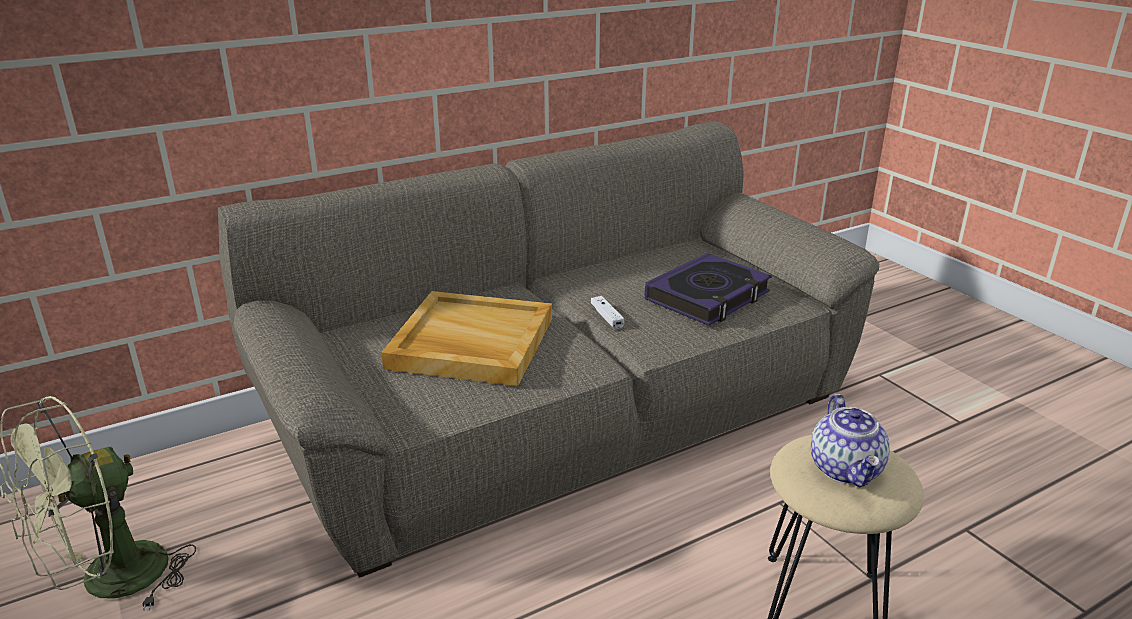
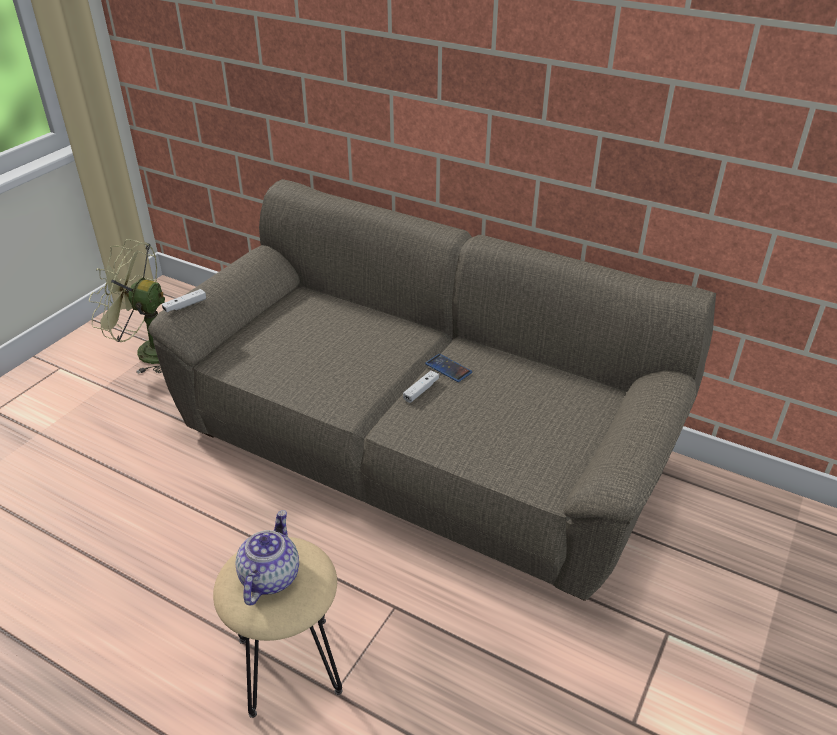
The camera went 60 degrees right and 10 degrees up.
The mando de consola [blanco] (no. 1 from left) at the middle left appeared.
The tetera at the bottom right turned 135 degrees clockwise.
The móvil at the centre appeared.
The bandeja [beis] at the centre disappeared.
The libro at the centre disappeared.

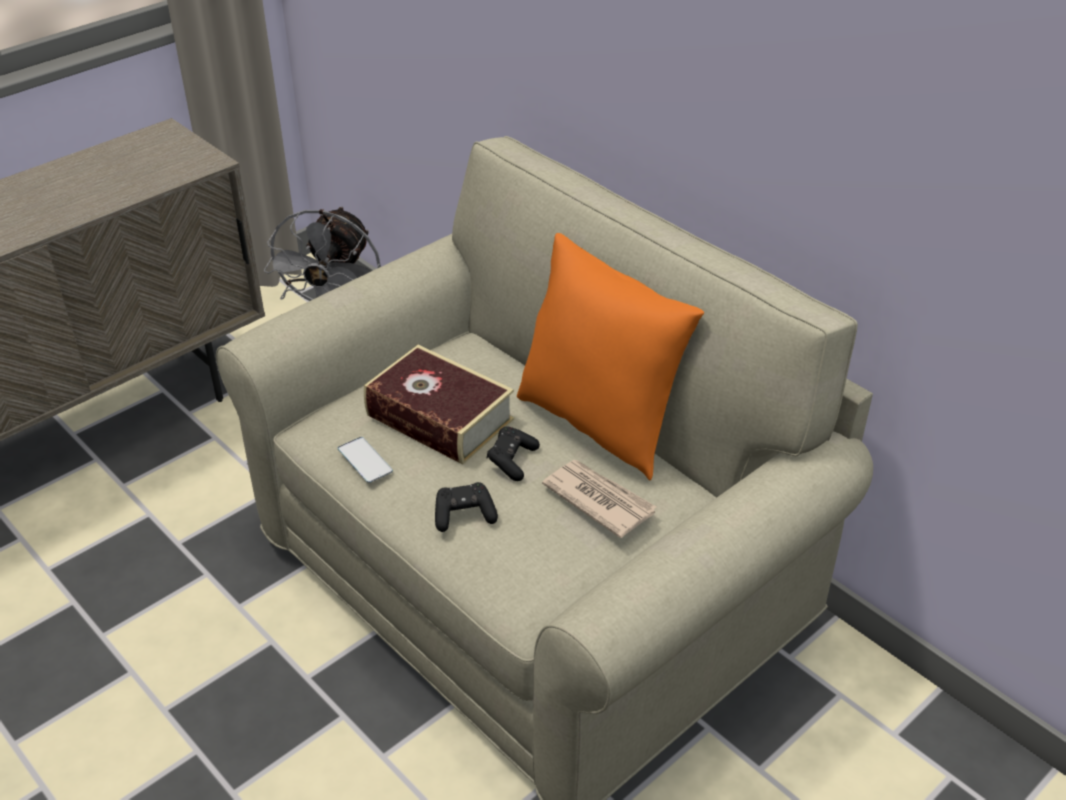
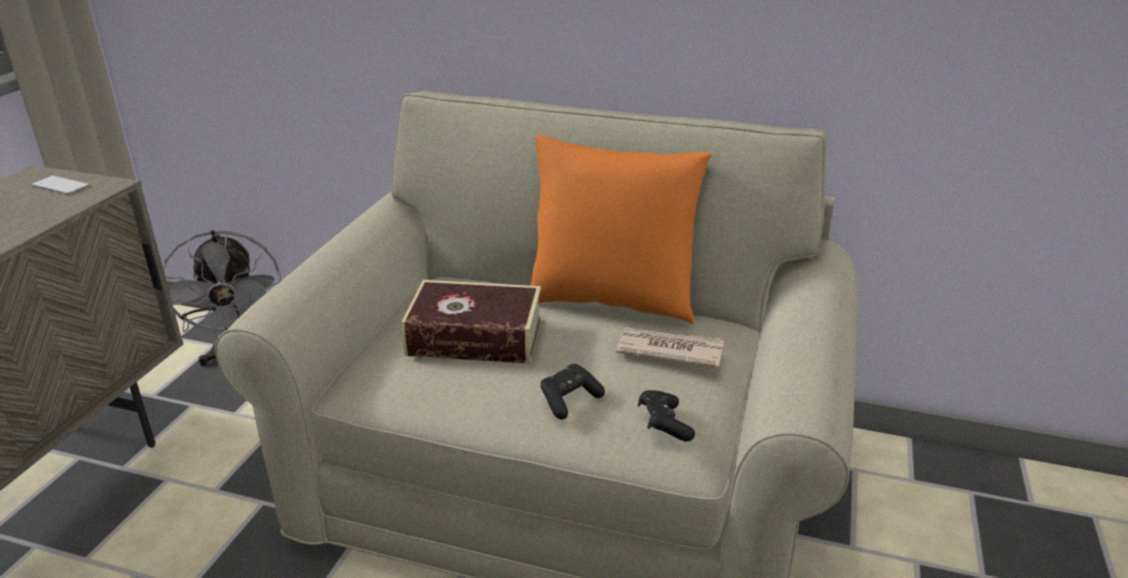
The camera went 30 degrees left and 10 degrees down.
The móvil moved from the centre to the top left.
The mando de consola [negro] (no. 2 from left) moved from the centre to the bottom centre.

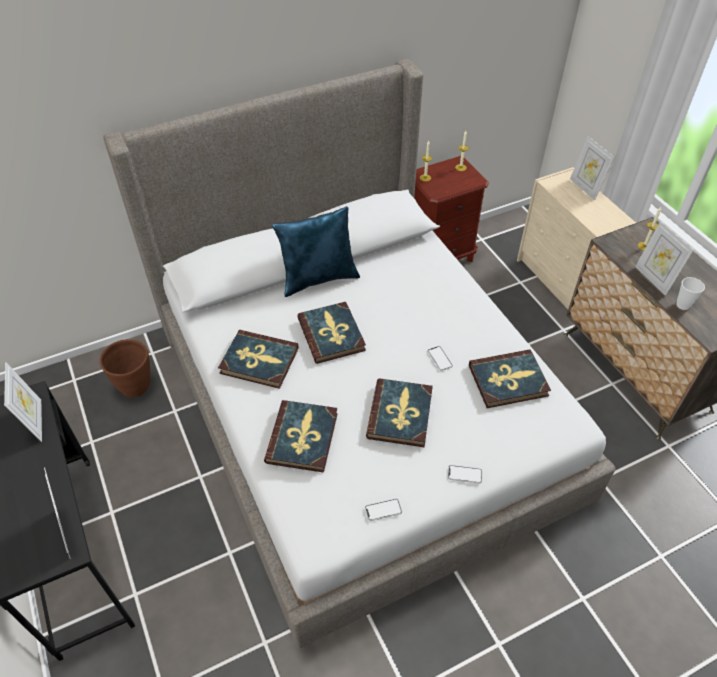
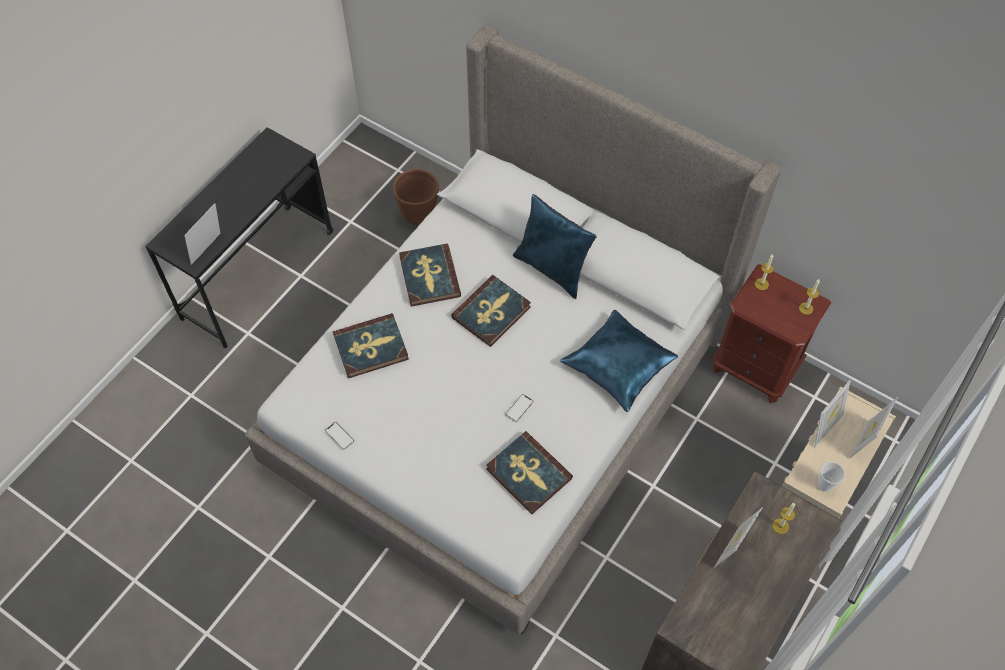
The camera went 60 degrees right and 10 degrees up.
The cojín [azul] (no. 2 from left) at the centre appeared.
The portarretratos (no. 1 from left in the first image) moved from the middle left to the middle right.
The taza moved from the middle right to the bottom right.
The libro (no. 4 from left) at the centre disappeared.
The móvil (no. 3 from left) at the bottom centre disappeared.

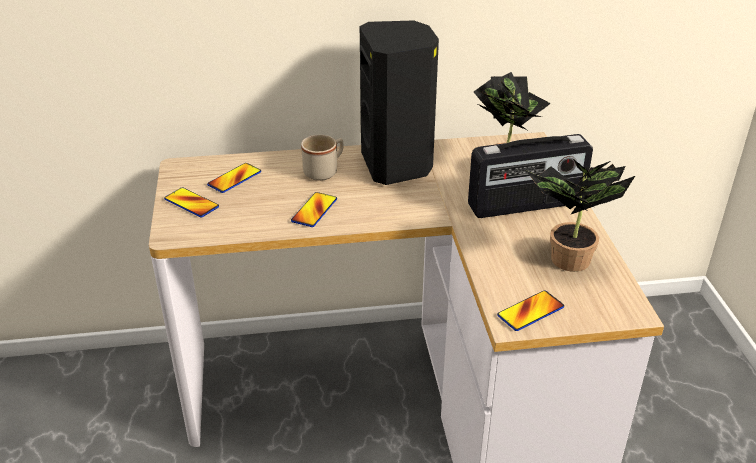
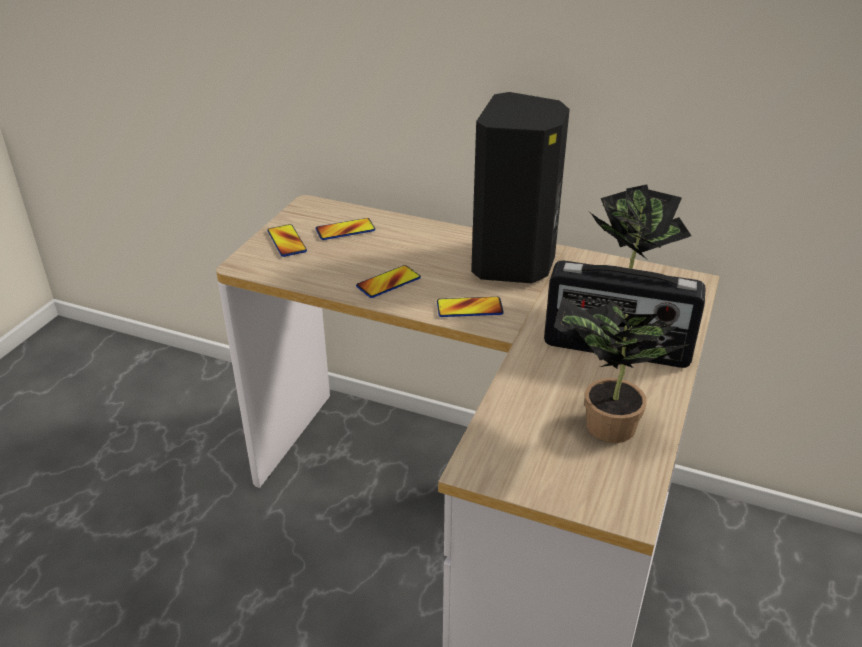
The camera went 30 degrees right and 0 degrees up.
The móvil (no. 4 from left) moved from the bottom right to the centre.
The taza grande [beis] at the centre disappeared.

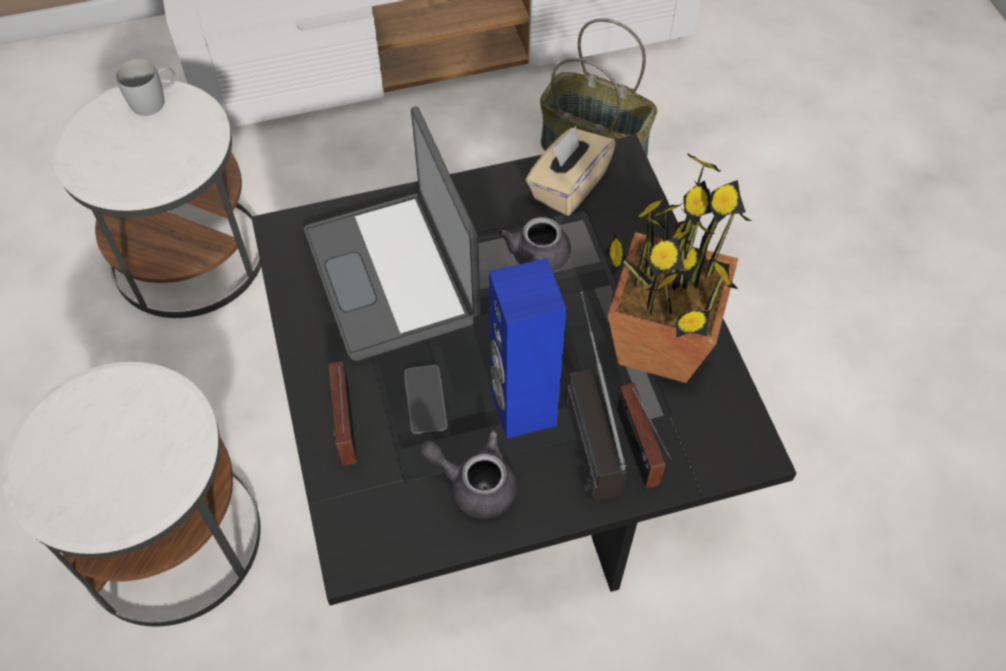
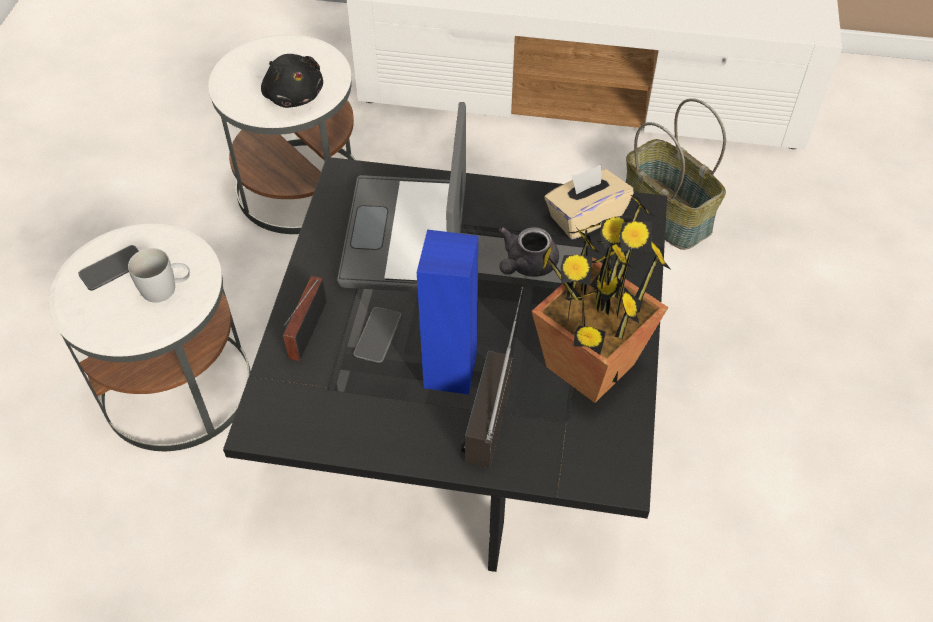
The camera went 25 degrees right and 5 degrees down.
The móvil (no. 1 from left) at the middle left appeared.
The taza grande [blanco] moved from the top left to the middle left.
The peluche [negro] at the top left appeared.
The tetera [gris] (no. 1 from left) at the bottom centre disappeared.
The radio (no. 3 from left) at the centre disappeared.

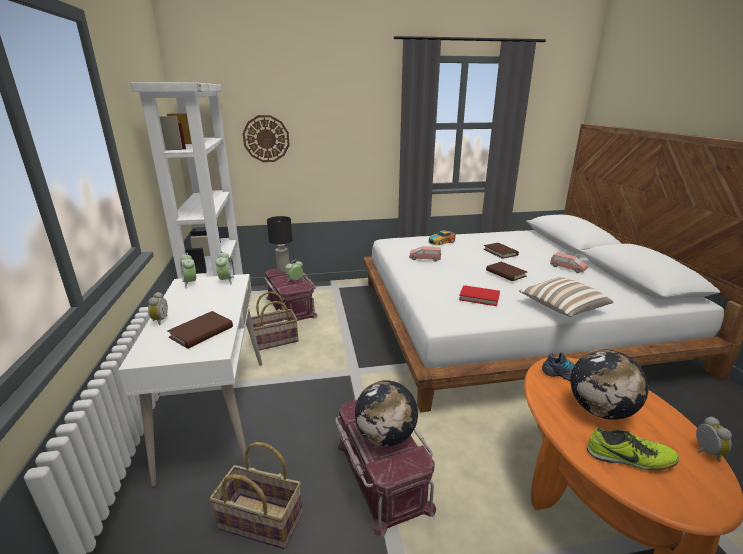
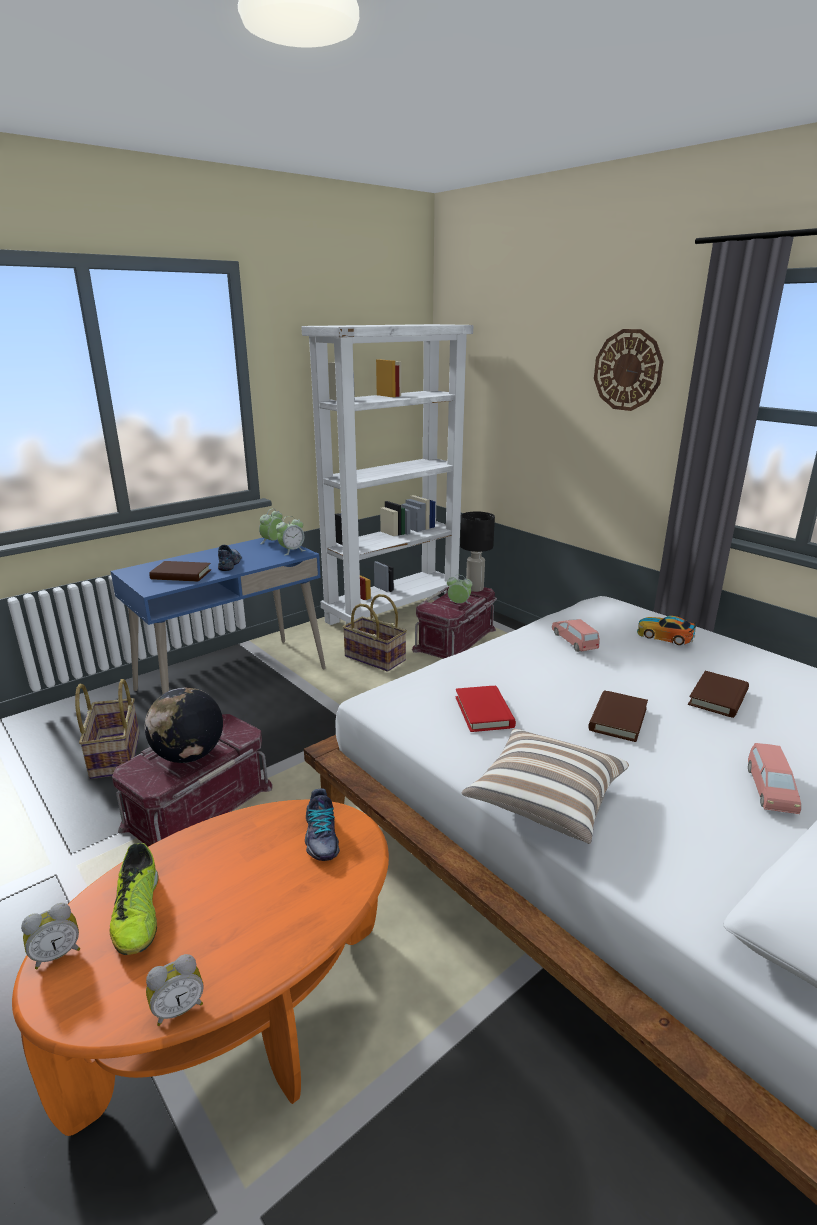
The camera went 60 degrees right and 0 degrees up.
The despertador (no. 1 from left) moved from the middle left to the bottom left.
The escritorio [blanco] at the bottom left became the escritorio [azul] at the middle left.
The zapato (no. 2 from left) at the middle left appeared.
The reloj de pared moved from the top centre to the top right.
The globo terráqueo (no. 2 from left) at the bottom right disappeared.

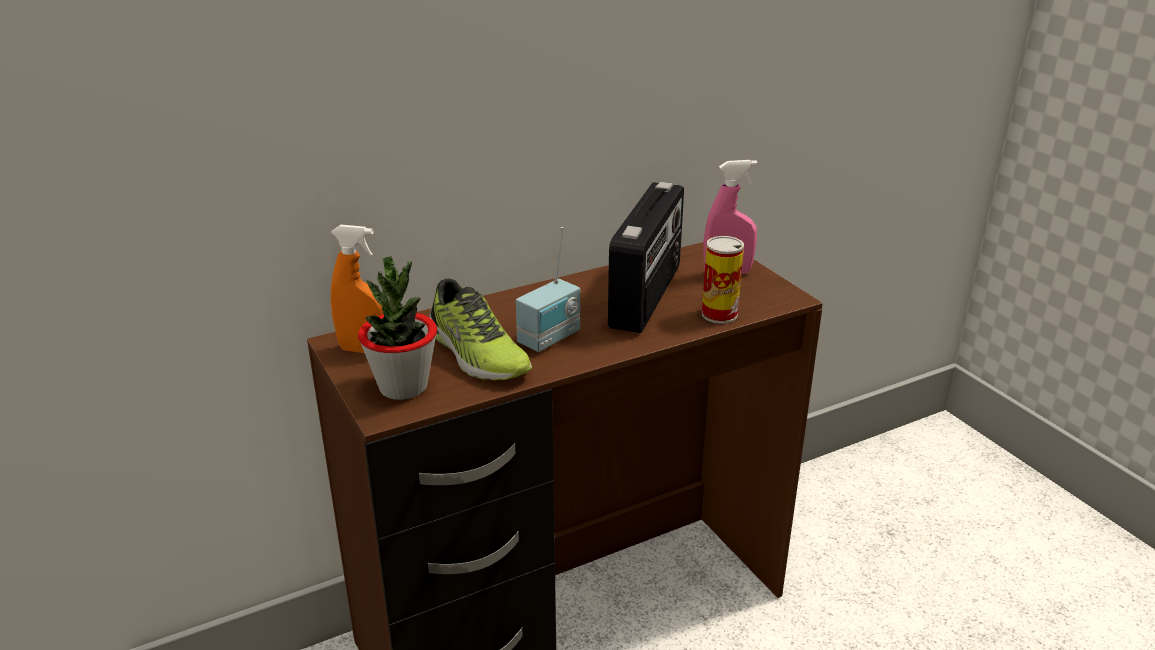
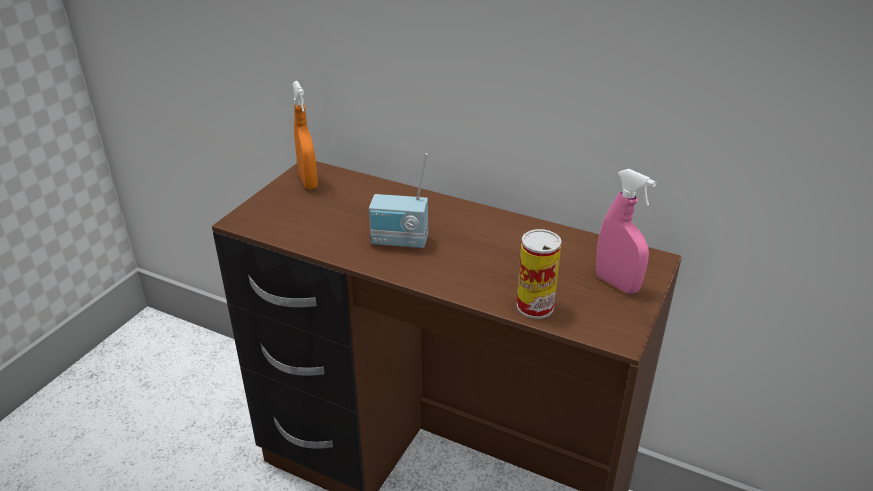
The camera went 55 degrees right and 5 degrees up.
The planta en maceta at the centre disappeared.
The zapato at the centre disappeared.
The radio (no. 2 from left) at the centre disappeared.

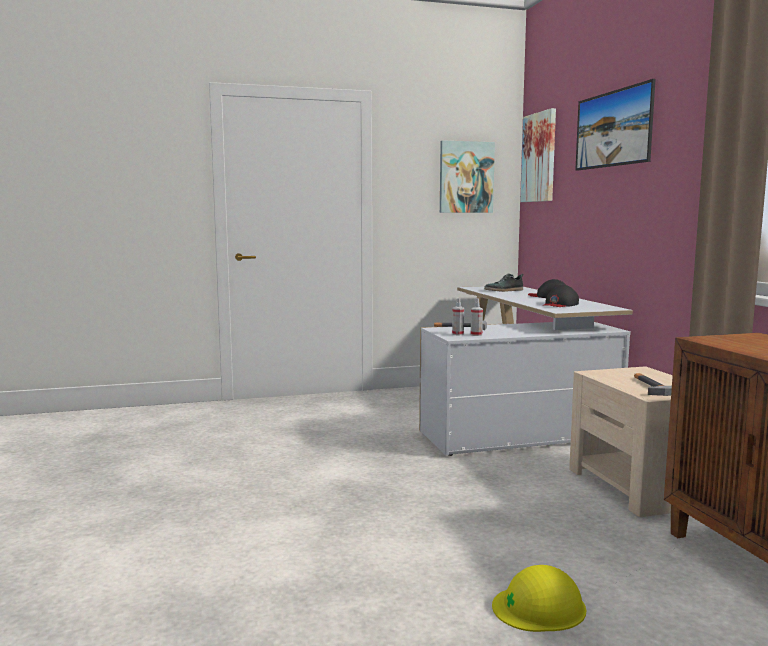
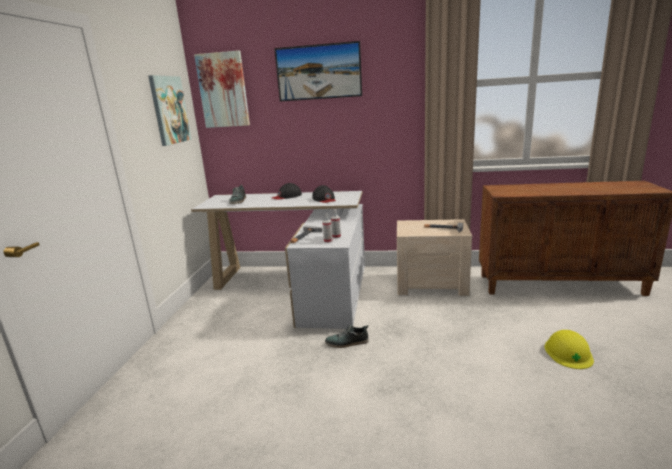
The camera went 65 degrees left and 10 degrees up.
The zapato (no. 2 from left) at the bottom centre appeared.

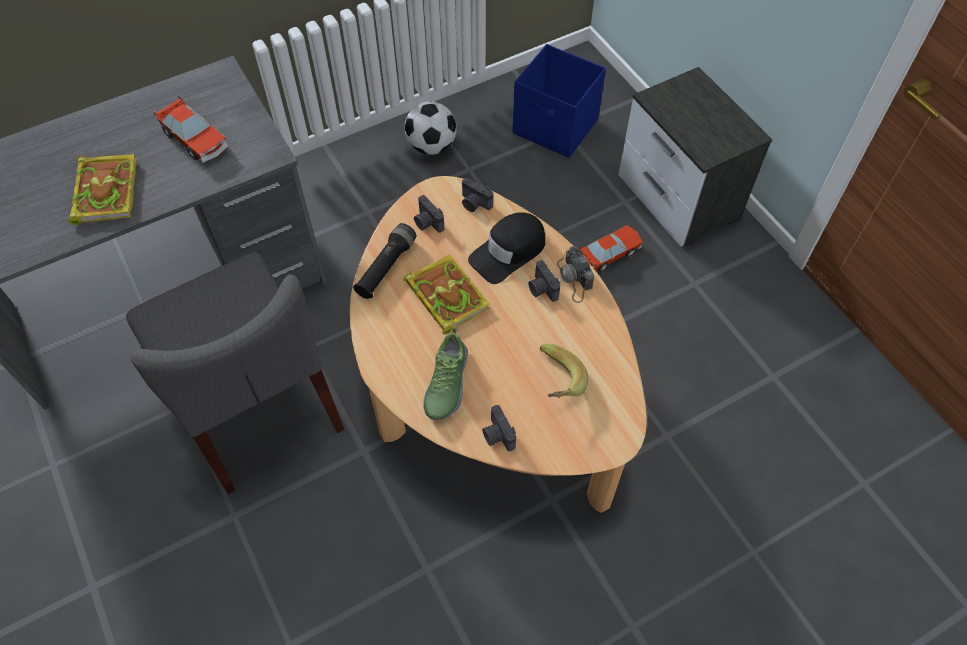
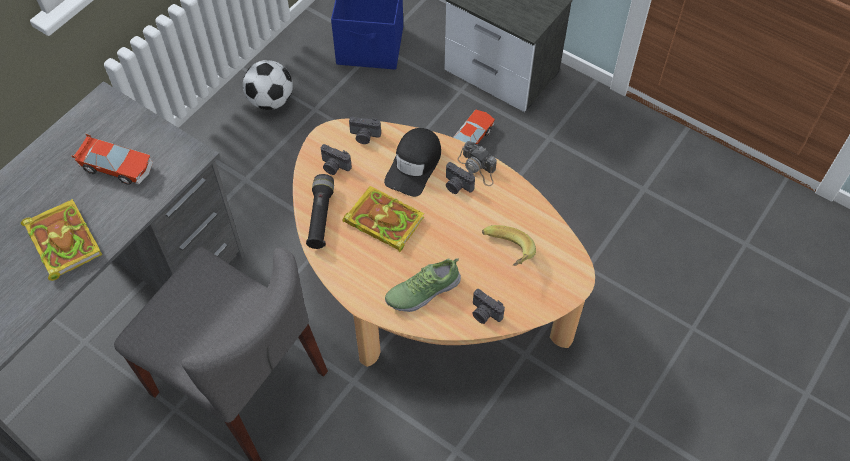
The camera went 25 degrees left and 0 degrees up.
The zapato at the centre turned 75 degrees clockwise.

